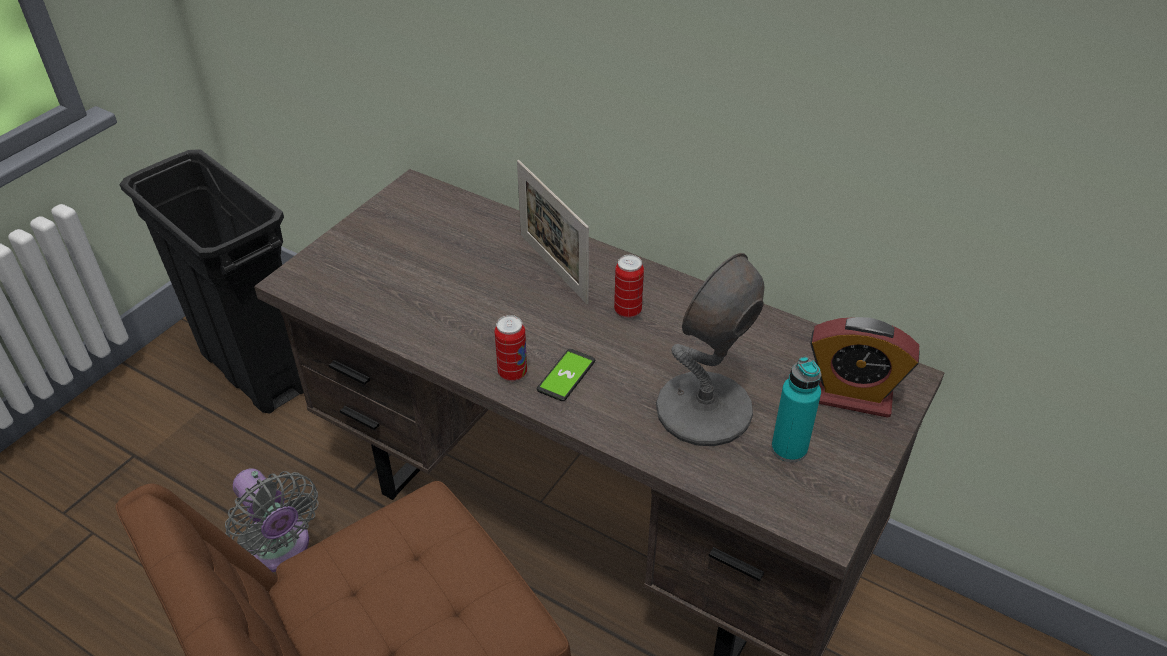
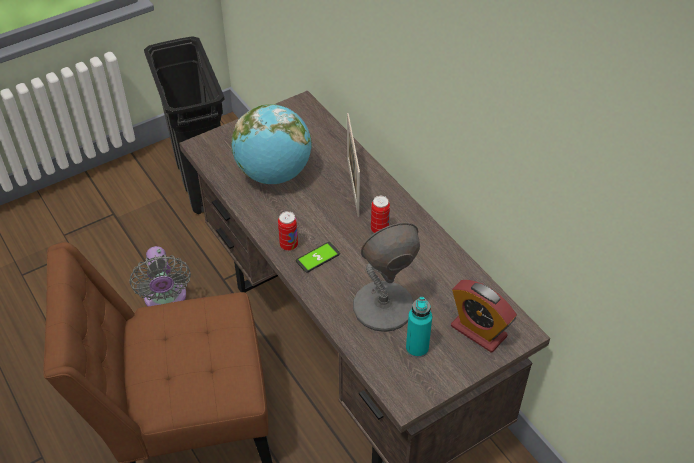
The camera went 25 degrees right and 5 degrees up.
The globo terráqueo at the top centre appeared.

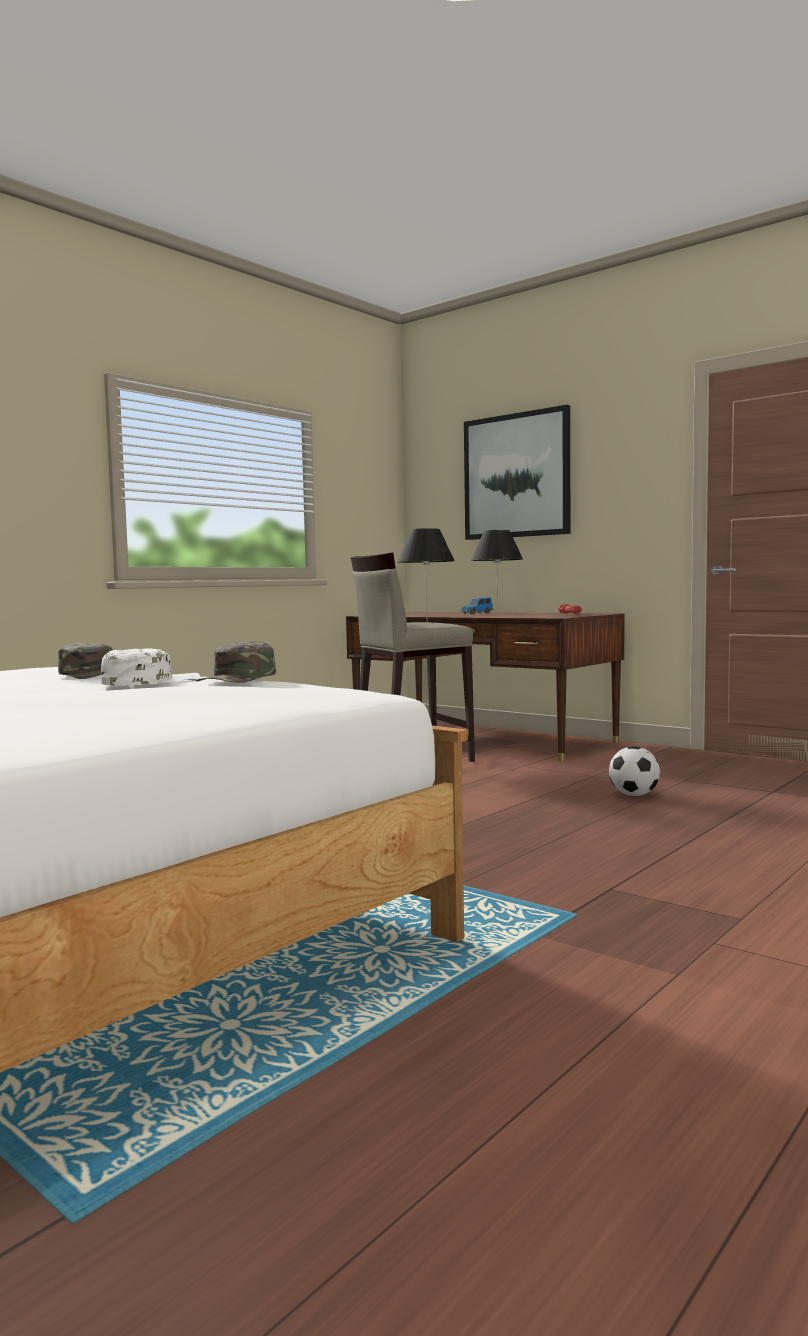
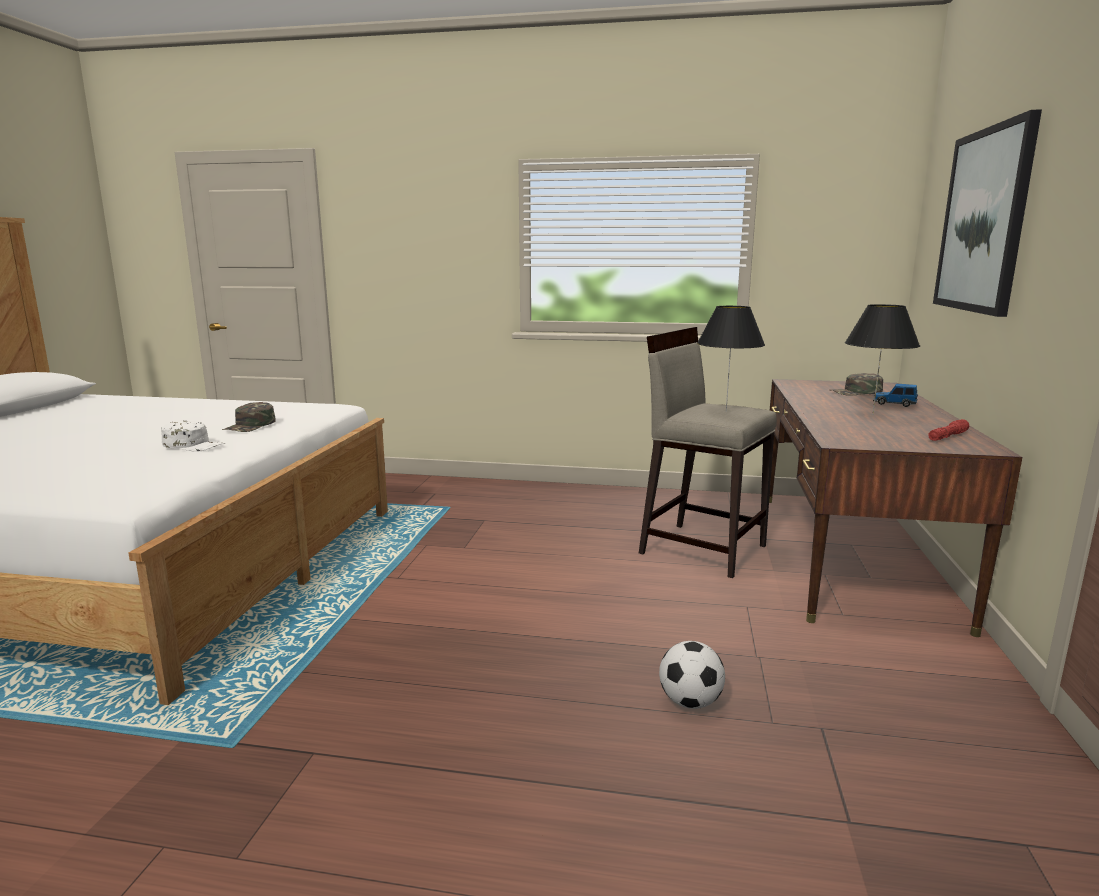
The camera went 60 degrees right and 10 degrees up.
The gorra [verde] (no. 2 from left) moved from the middle left to the middle right.

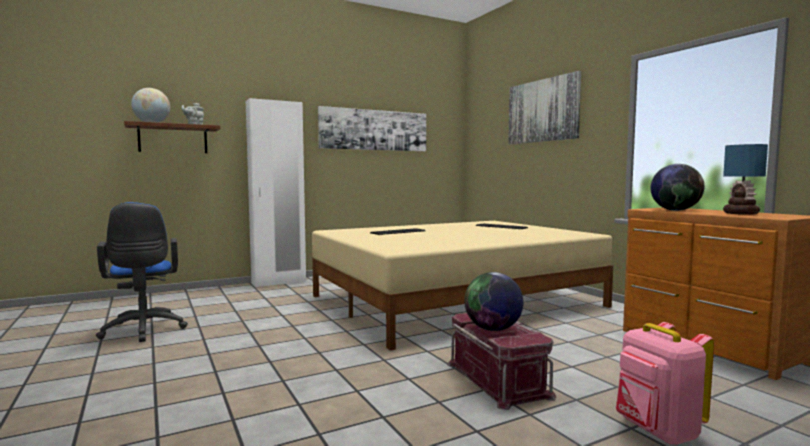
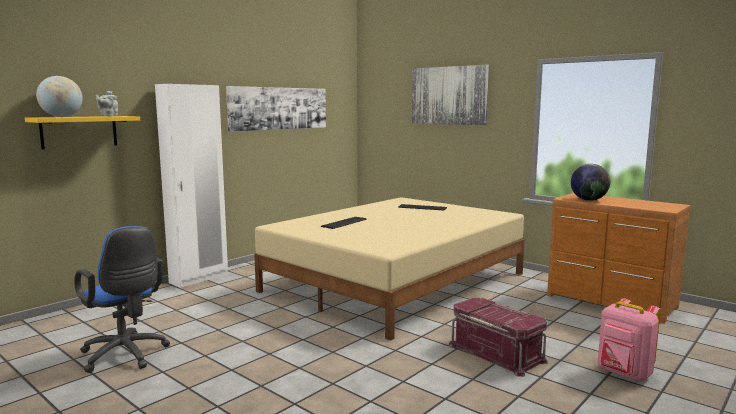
The camera went 20 degrees left and 5 degrees up.
The estante [marrón] at the top left became the estante [amarillo] at the top left.
The globo terráqueo (no. 2 from left) at the bottom centre disappeared.
The lámpara de mesa at the middle right disappeared.

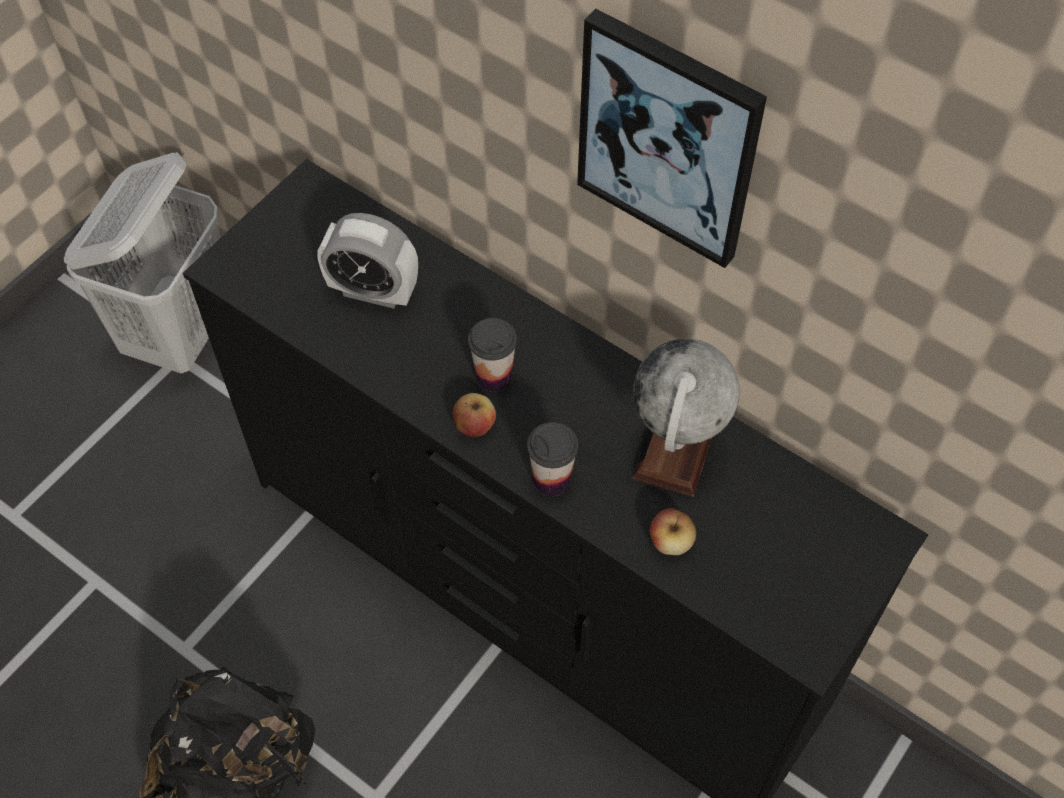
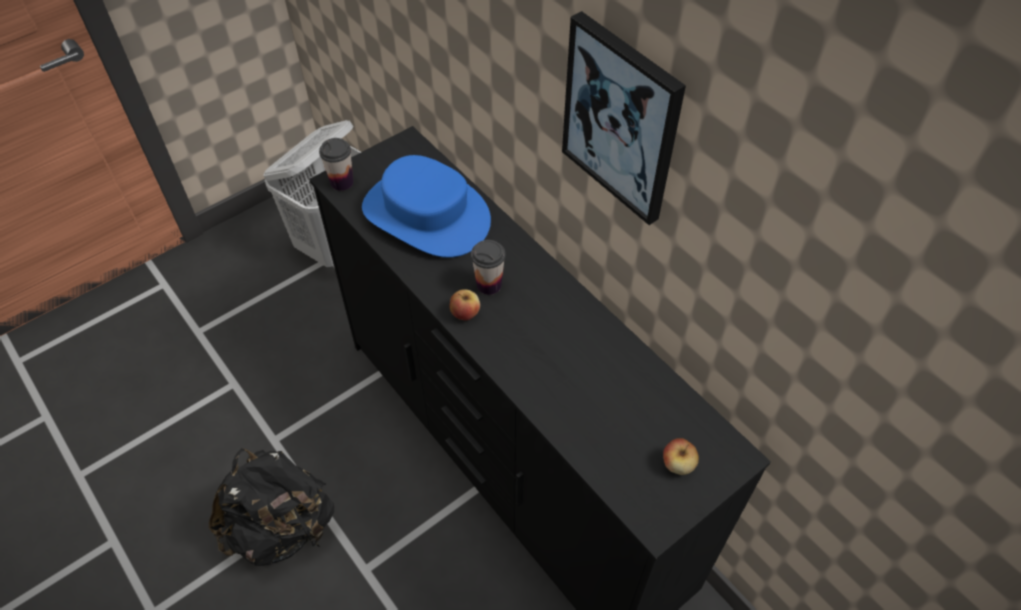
The camera went 15 degrees right and 5 degrees down.
The taza (no. 2 from left in the first image) moved from the centre to the top left.
The despertador at the top centre was replaced by the sombrero [azul] at the centre.
The manzana (no. 2 from left) moved from the centre to the bottom right.
The globo terráqueo at the centre disappeared.

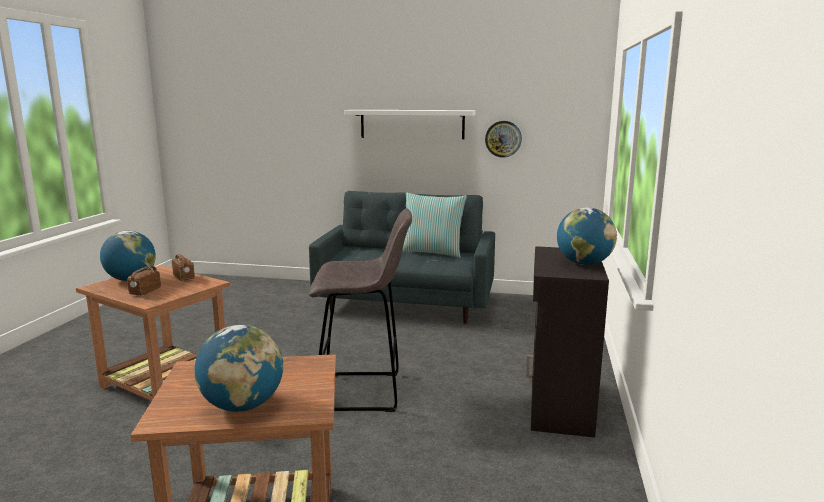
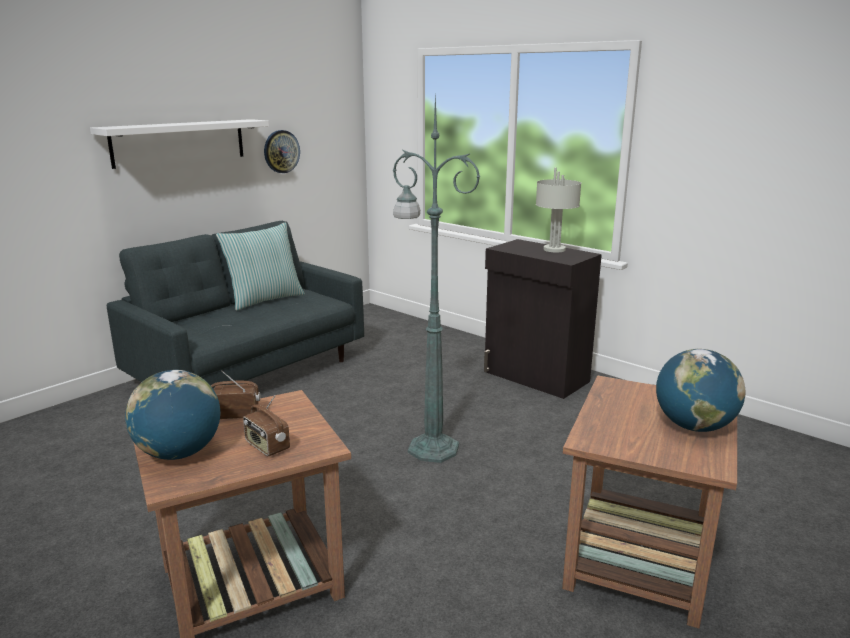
The camera went 60 degrees left and 5 degrees up.
The taburete [gris] at the centre was replaced by the lámpara de pie [verde] at the centre.
The globo terráqueo (no. 3 from left) at the middle right was replaced by the lámpara de mesa [gris] at the top centre.

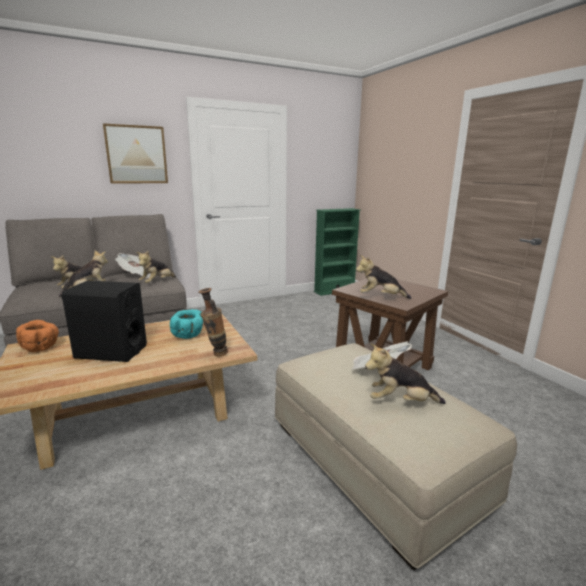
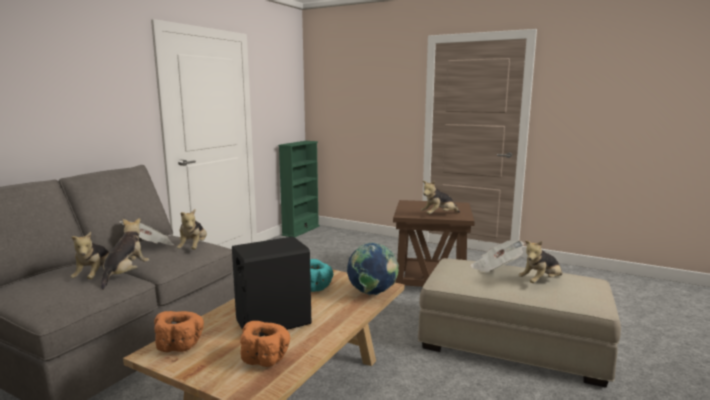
The camera went 35 degrees left and 5 degrees down.
The cuenco [naranja] (no. 2 from left) at the bottom centre appeared.
The florero at the centre was replaced by the globo terráqueo at the bottom centre.
The cuadro at the top left disappeared.

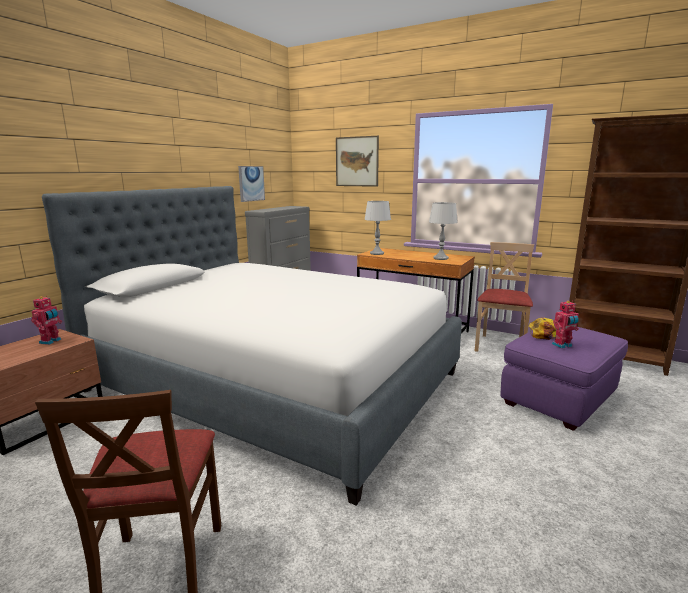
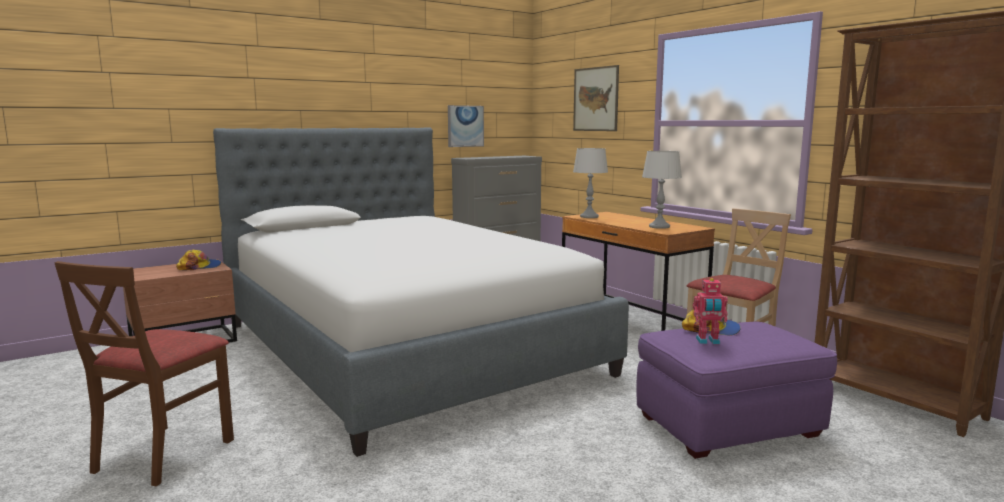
The camera went 25 degrees right and 5 degrees down.
The robot de juguete (no. 1 from left) at the middle left was replaced by the gorra (no. 1 from left) at the middle left.

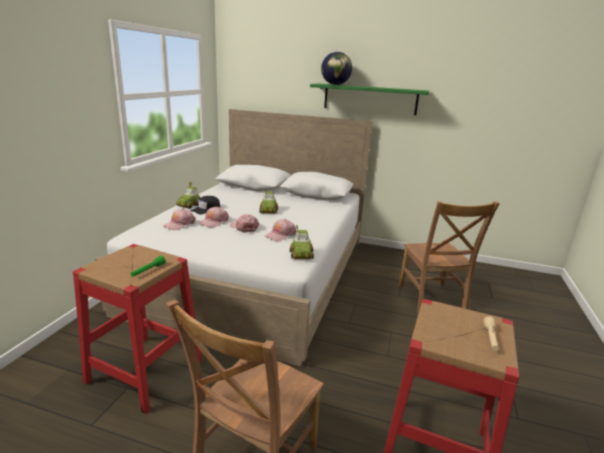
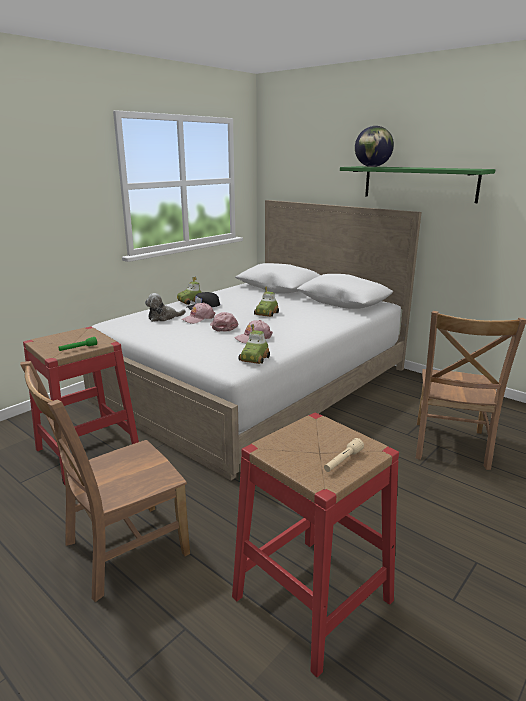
The camera went 25 degrees right and 0 degrees up.
The gorra [rosa] (no. 1 from left) at the middle left was replaced by the peluche at the middle left.

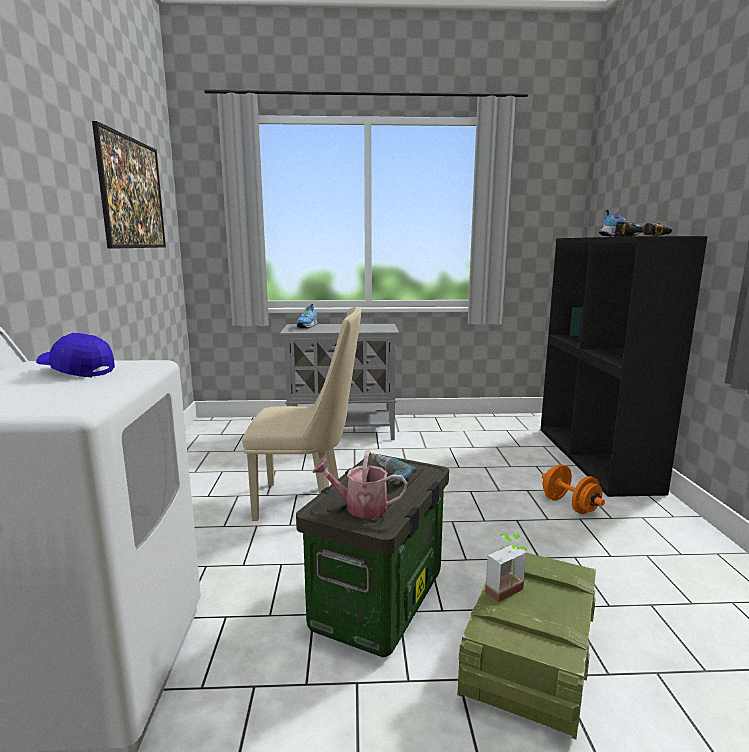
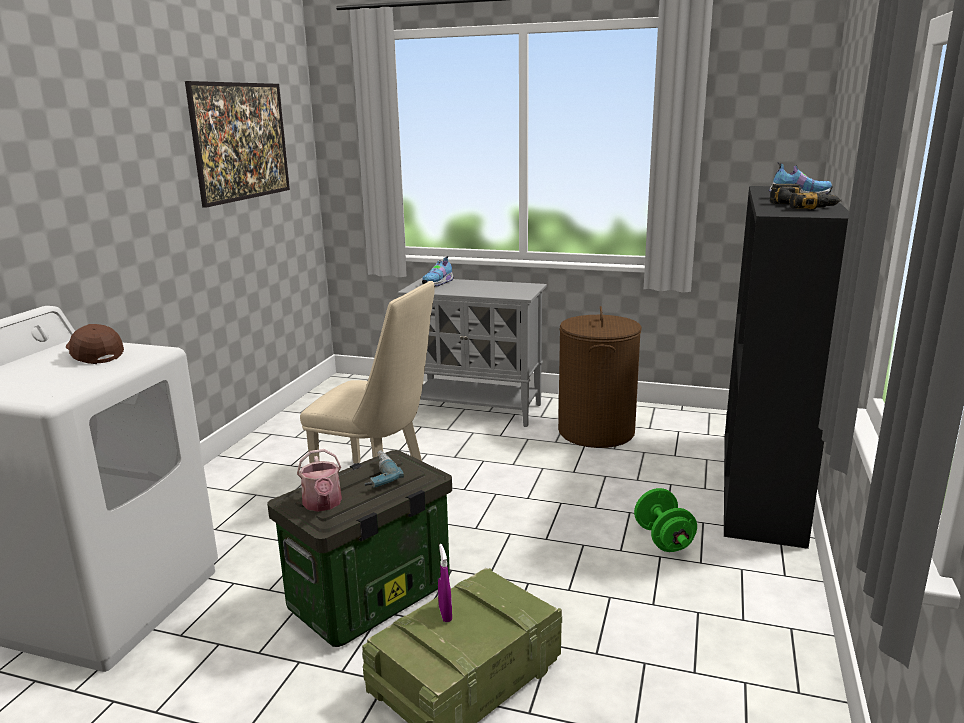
The camera went 20 degrees right and 5 degrees up.
The gorra [azul] at the middle left became the gorra [marrón] at the middle left.
The regadera at the centre turned 135 degrees counterclockwise.
The planta en maceta at the bottom right was replaced by the pulverizador [morado] at the bottom centre.
The cesto de la ropa [marrón] at the centre appeared.
The mancuerna [naranja] at the middle right became the mancuerna [verde] at the bottom right.

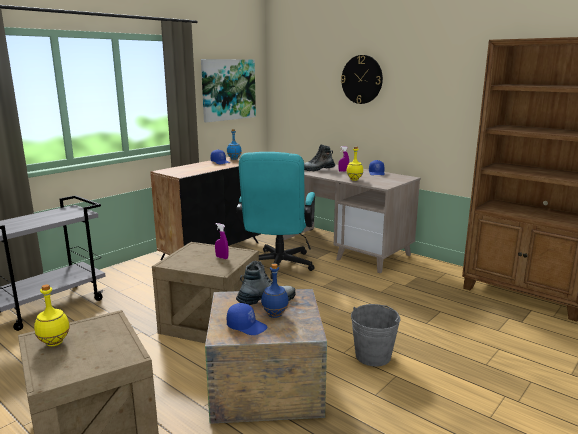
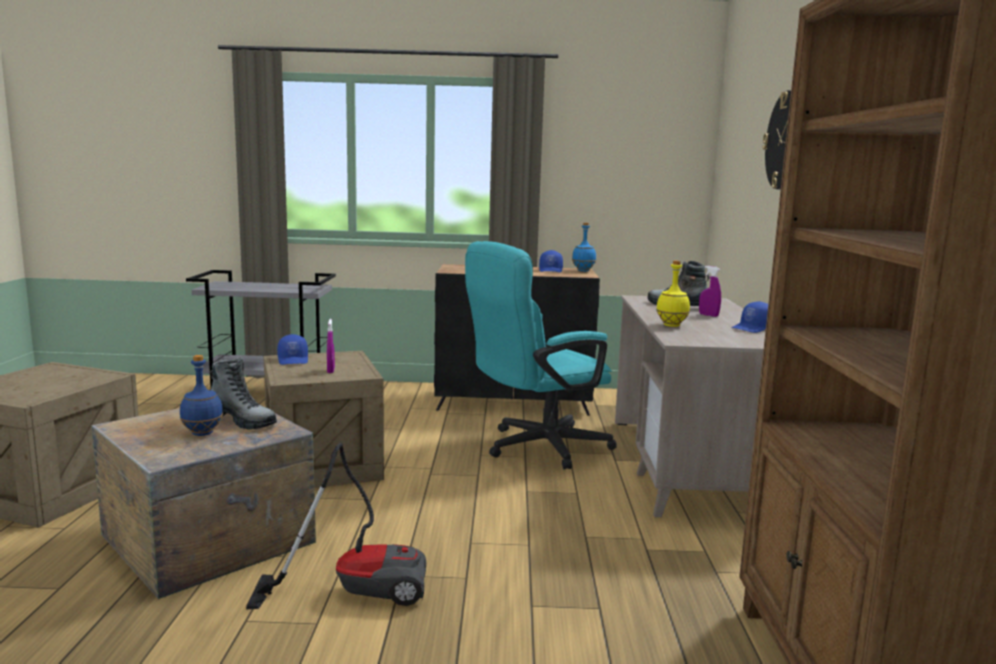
The camera went 50 degrees right and 5 degrees down.
The cubo [gris] at the bottom centre was replaced by the aspiradora at the bottom centre.
The gorra [azul] (no. 2 from left in the first image) moved from the bottom centre to the middle left.
The botella [amarillo] (no. 1 from left) at the bottom left disappeared.
The cuadro at the top centre disappeared.

